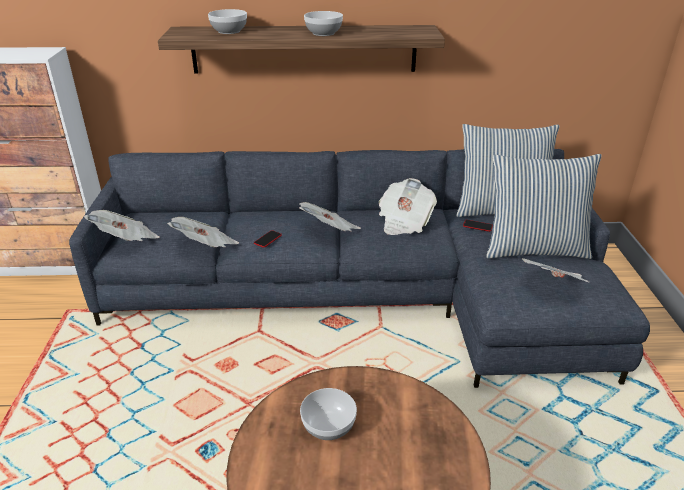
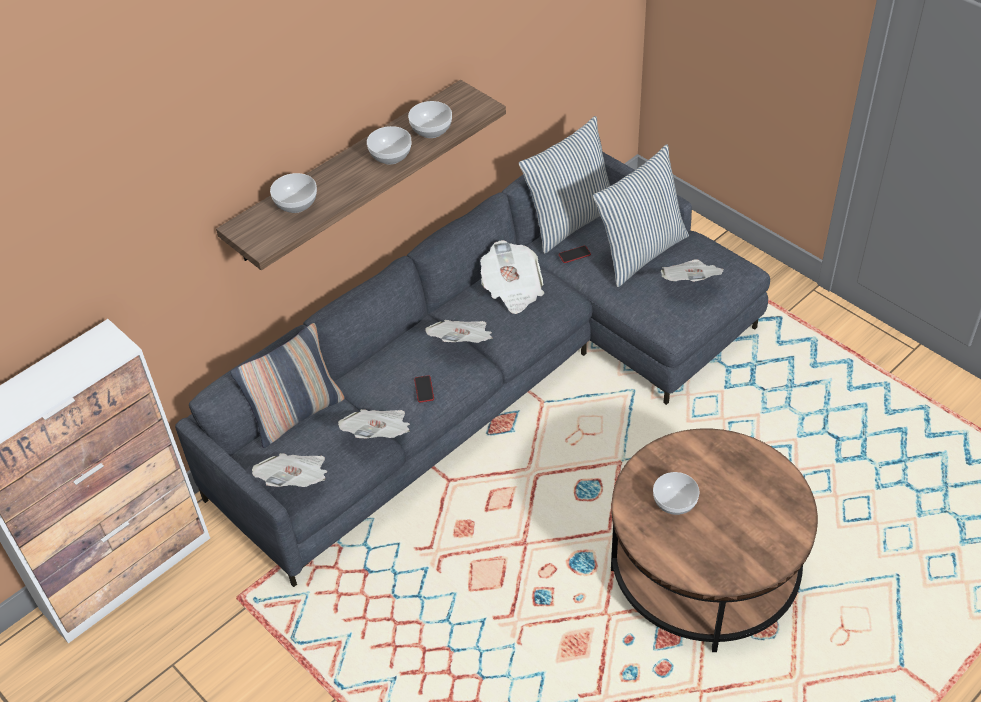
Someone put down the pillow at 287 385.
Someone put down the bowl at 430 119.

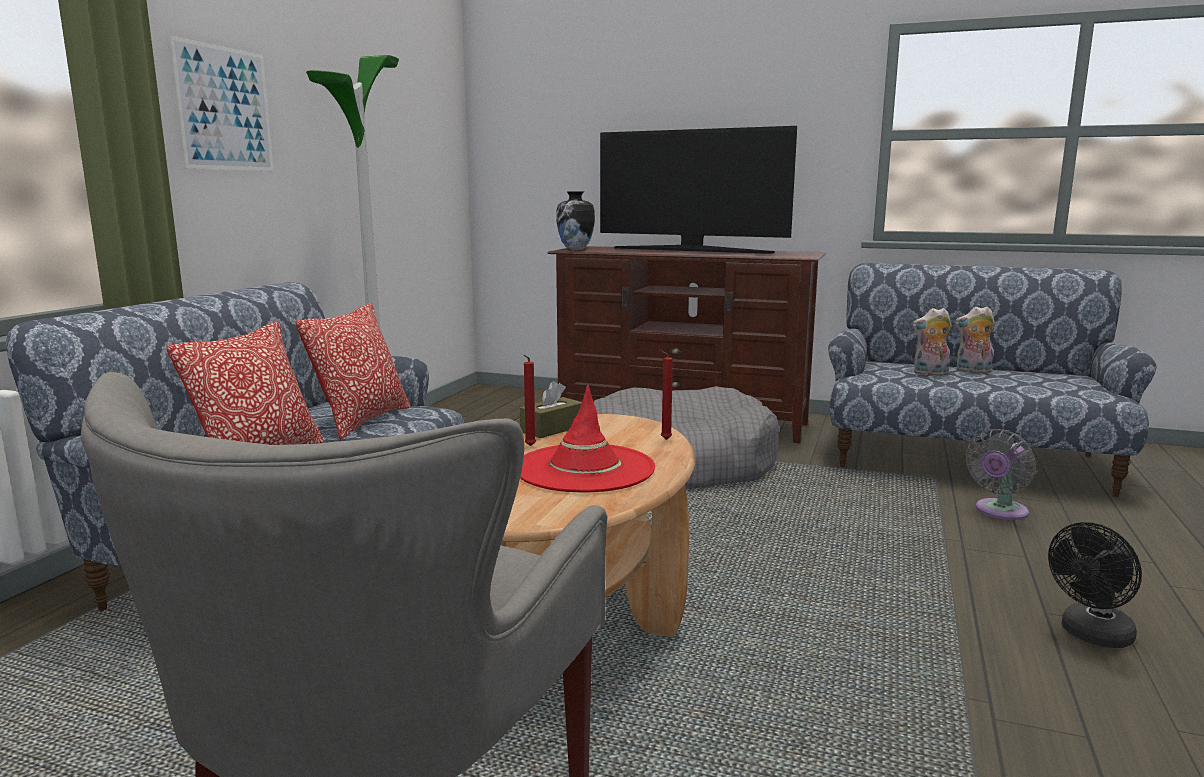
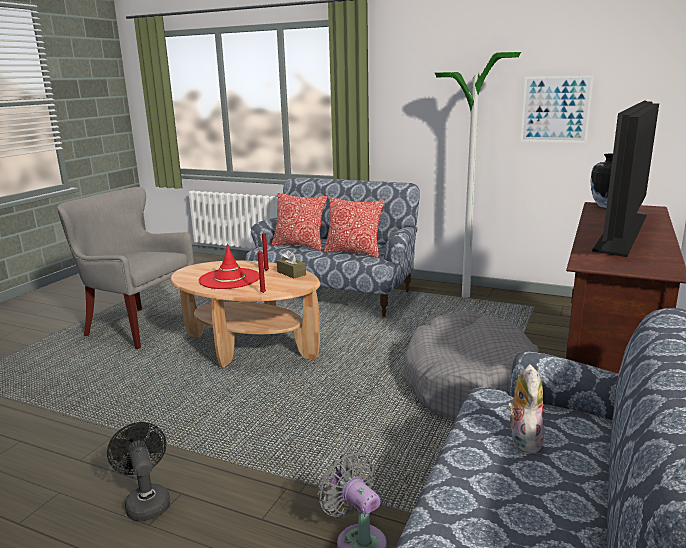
Someone carried the wall art from 221 103 to 557 109.
Someone took away the soft toy at 975 340.

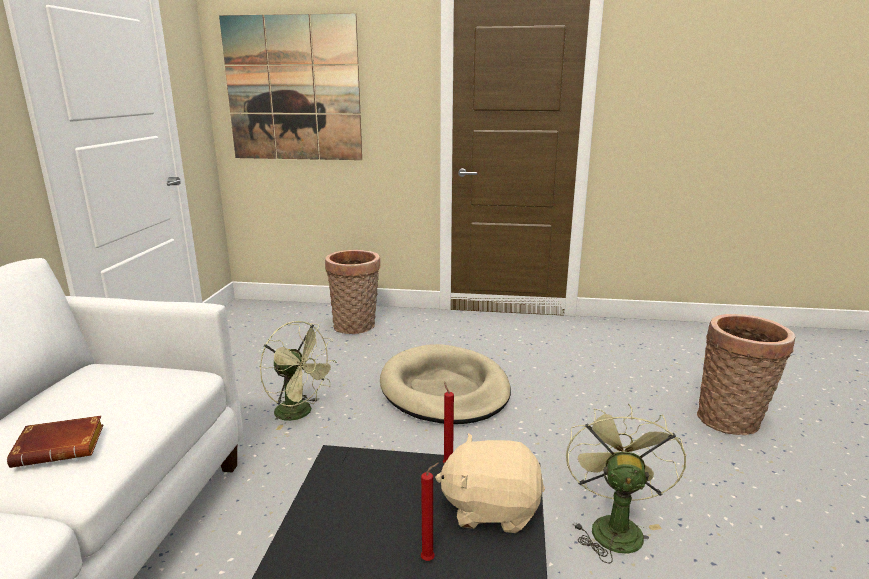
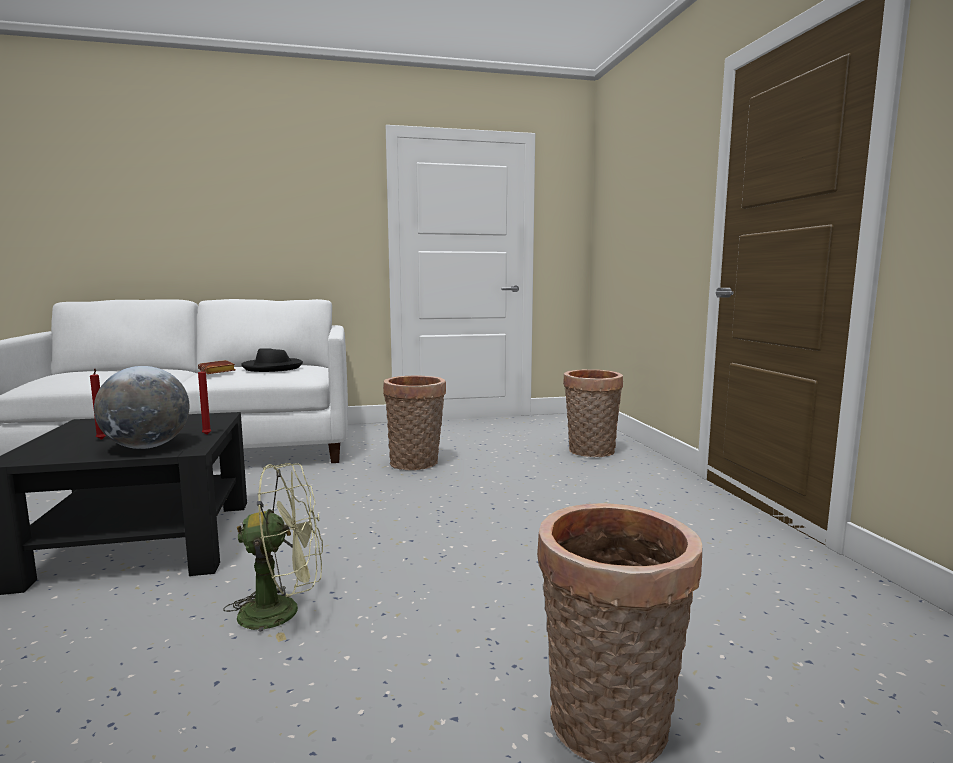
Someone took away the wall art at 290 86.
Someone swapped the electric fan (green) at 298 375 for the storage basket at 414 423.
Someone took away the dog bed (sand-coloured) at 445 384.
Someone swapped the soft toy (sand-coloured) at 490 483 for the globe at 141 407.
Someone put down the clothing hat (black-coloured) at 272 360.

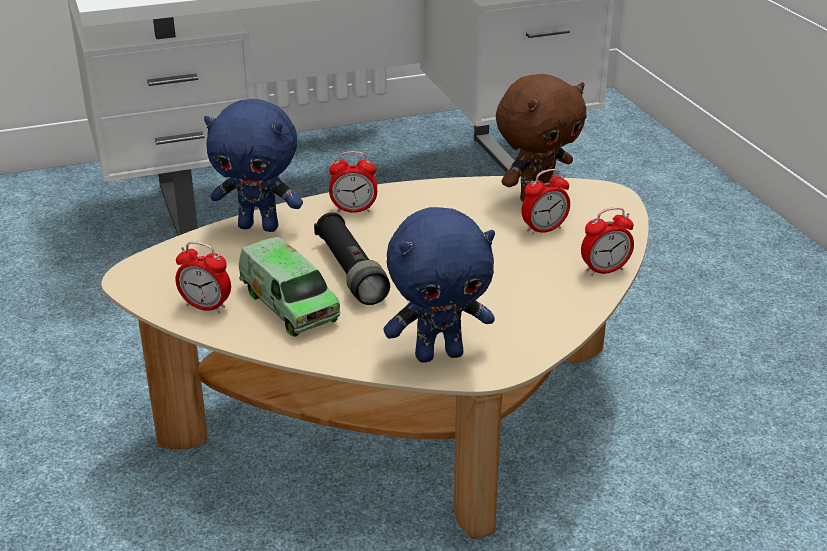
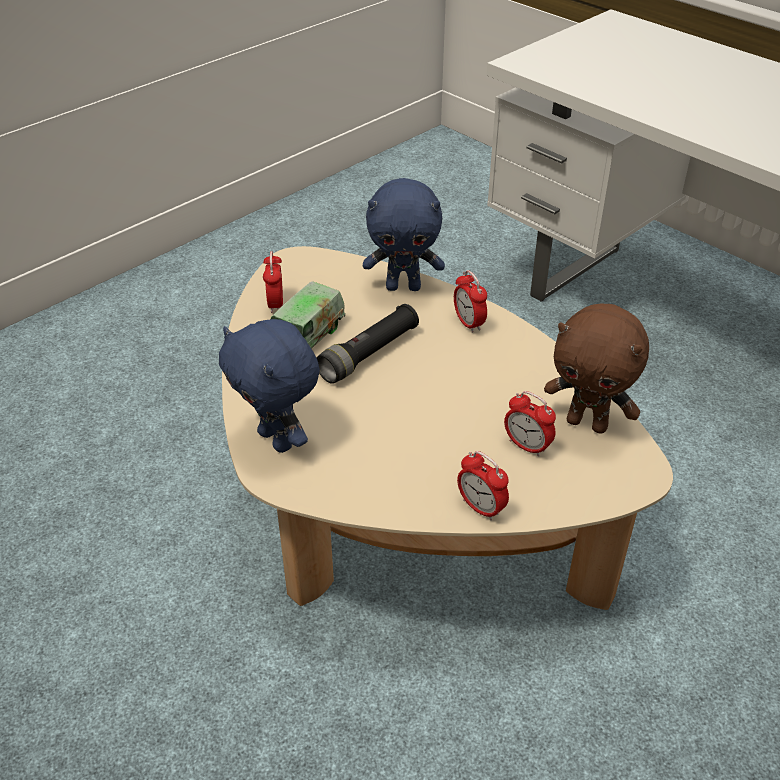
Someone rotated the soft toy (bluish) at 253 165 by 75 degrees counterclockwise.

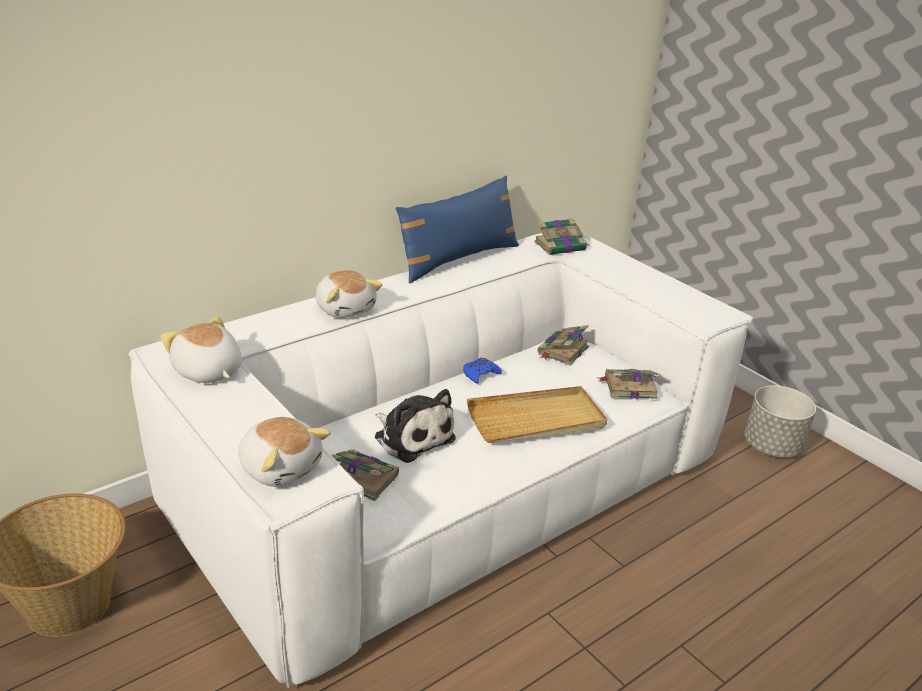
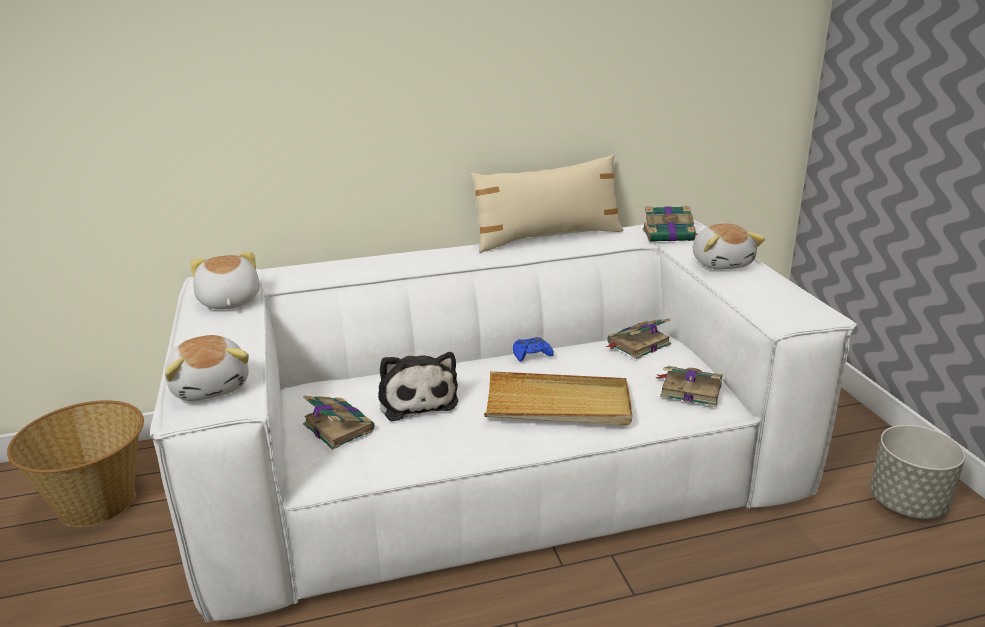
Someone carried the soft toy from 349 294 to 729 246.
Someone repainted the pillow (bluish) at 457 229, which became the pillow (sand-coloured) at 547 204.

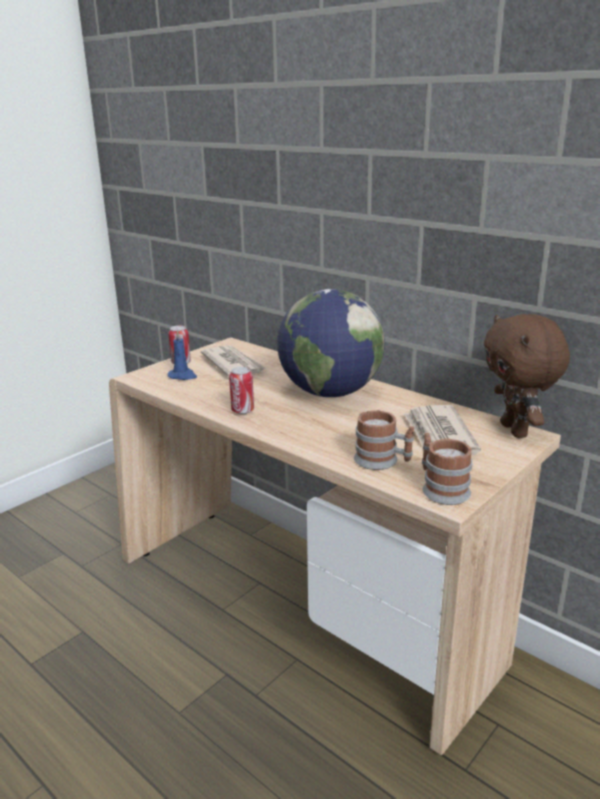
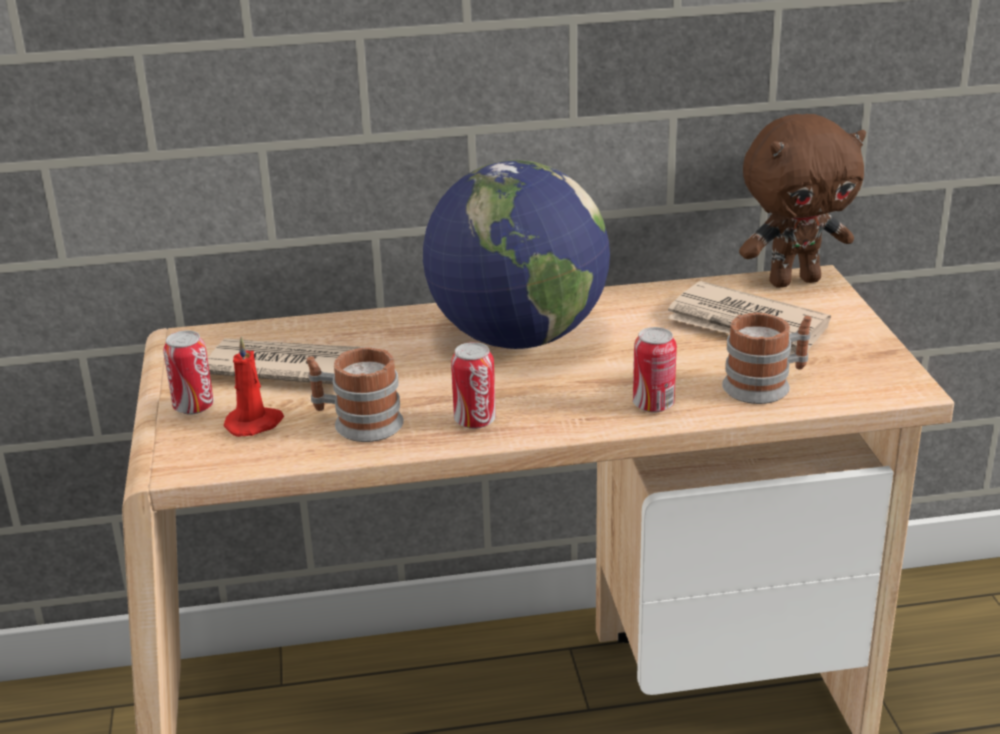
Someone repainted the candle (bluish) at 182 355, which became the candle (red) at 254 386.
Someone carried the mug from 447 469 to 355 394.
Someone rotated the soft toy (brown-coloured) at 527 376 by 45 degrees counterclockwise.
Someone put down the sealed can at 655 370.

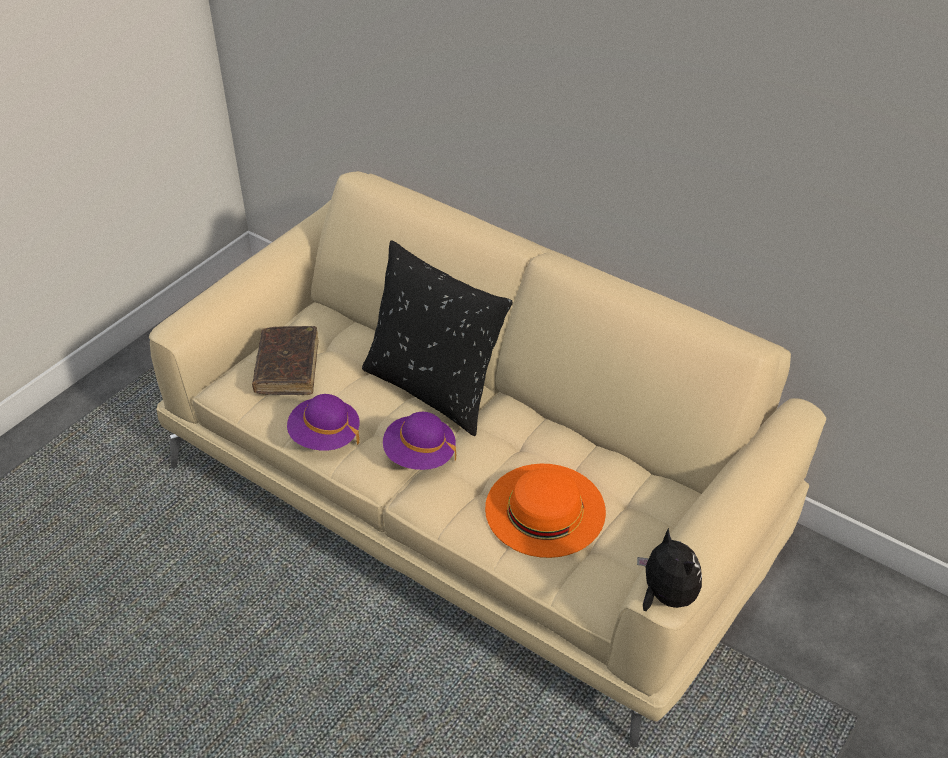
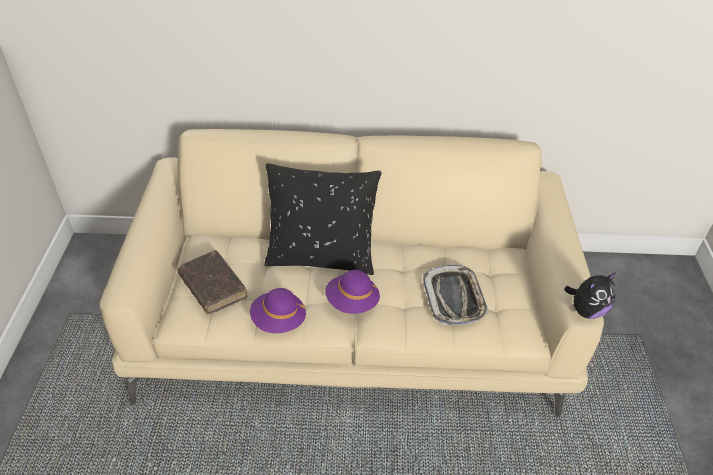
Someone swapped the clothing hat (orangey) at 545 511 for the carrying tray at 456 295.
Someone rotated the soft toy at 669 569 by 120 degrees clockwise.

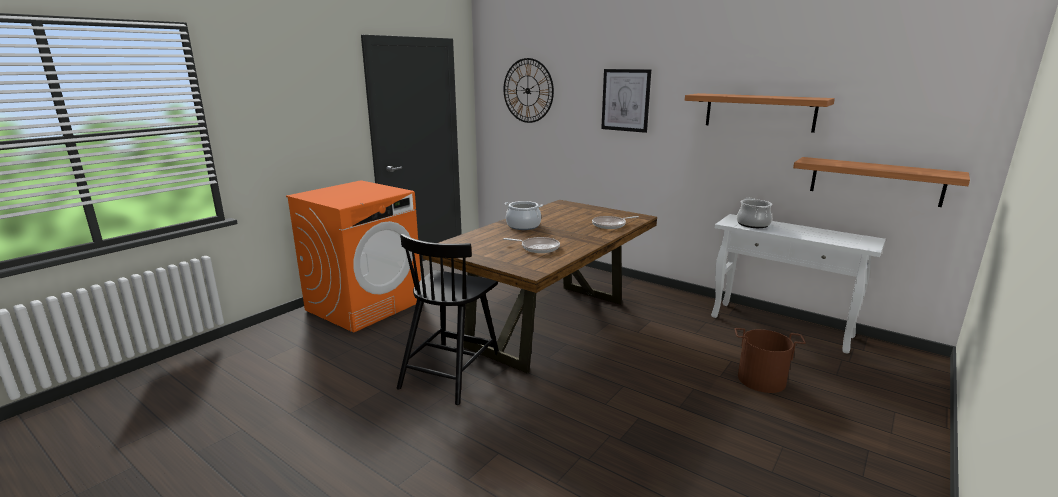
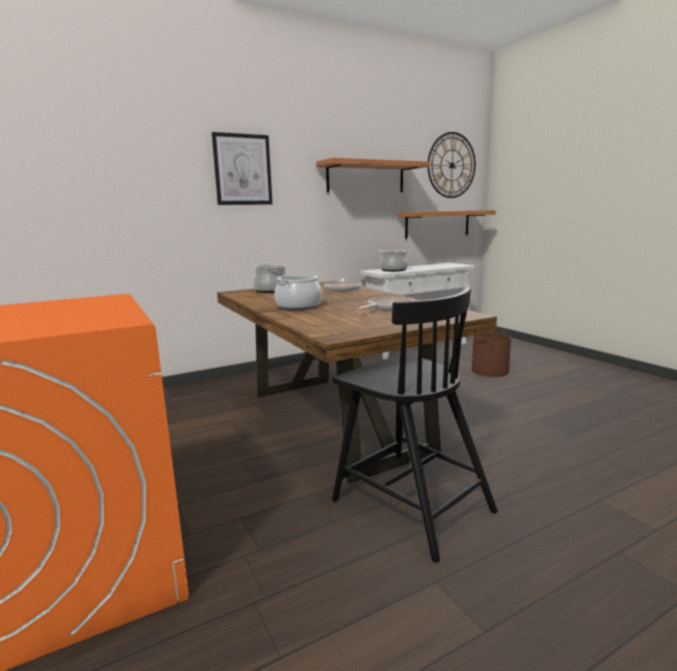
Someone carried the wall clock from 529 90 to 452 165.
Someone put down the stockpot at 270 278.

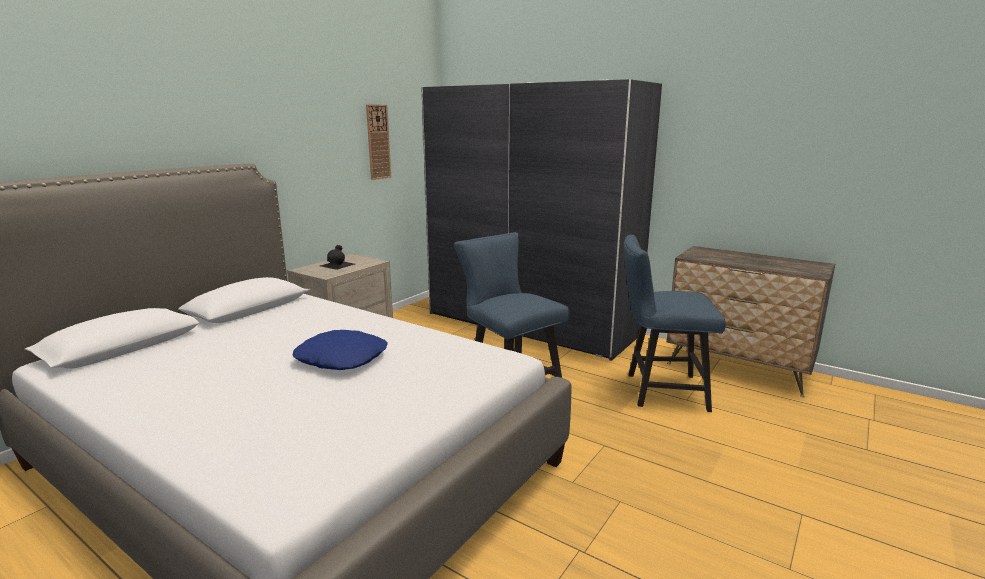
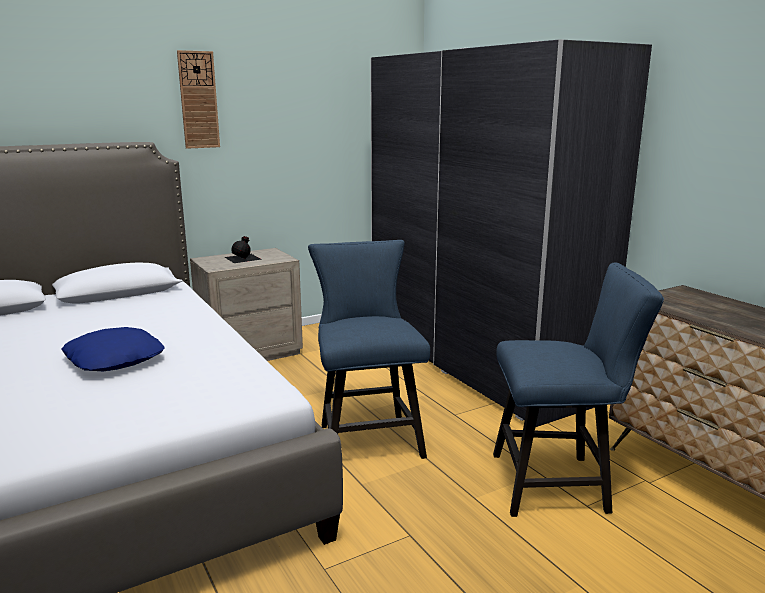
Someone carried the wall clock from 378 142 to 198 99.
Someone rotated the upright chair (bluish) at 675 323 by 150 degrees clockwise.

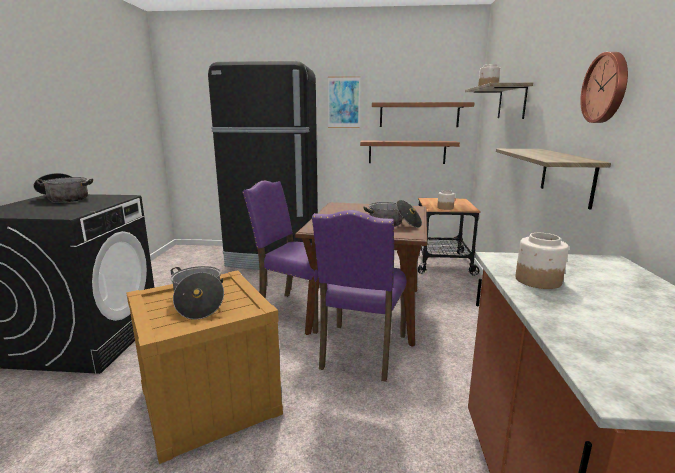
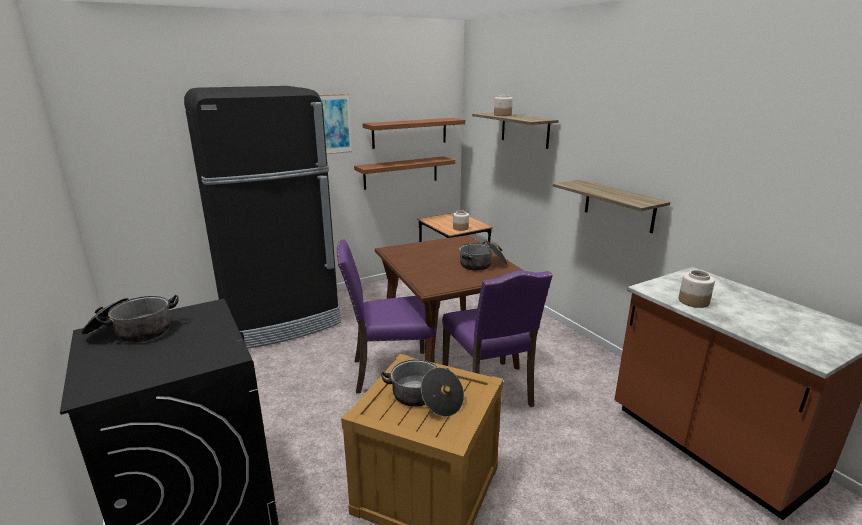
Someone took away the wall clock at 604 87.

